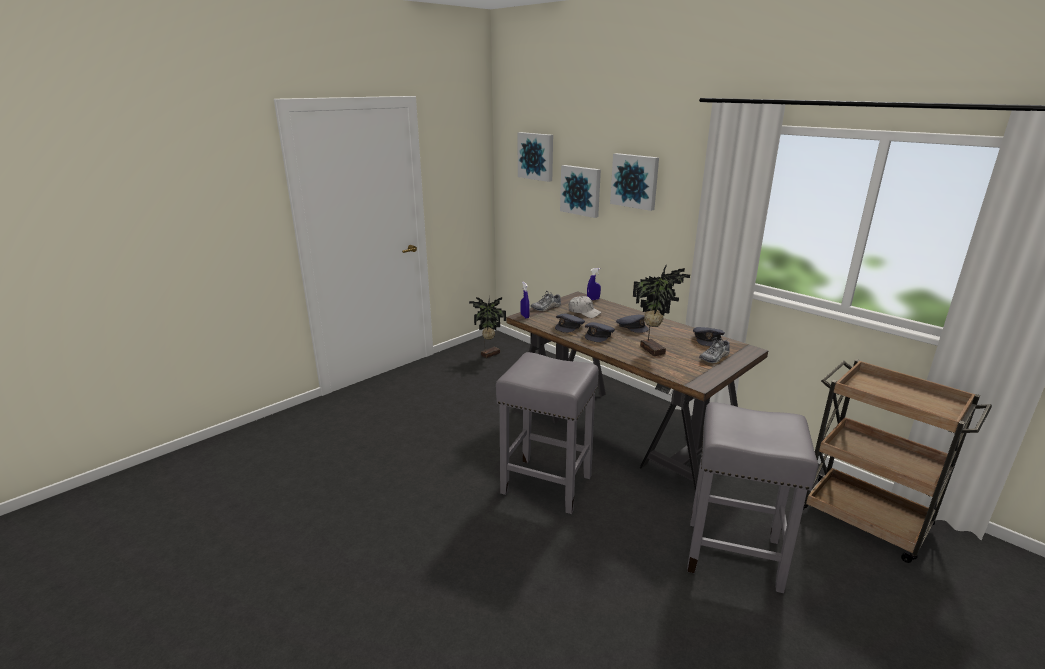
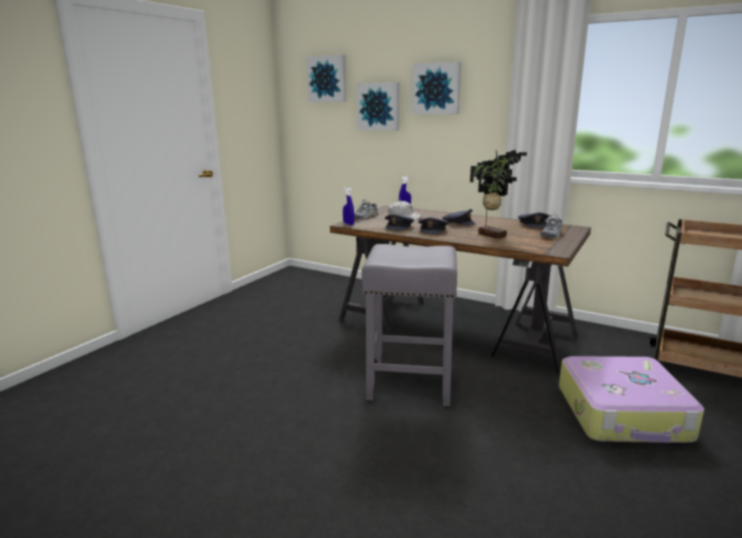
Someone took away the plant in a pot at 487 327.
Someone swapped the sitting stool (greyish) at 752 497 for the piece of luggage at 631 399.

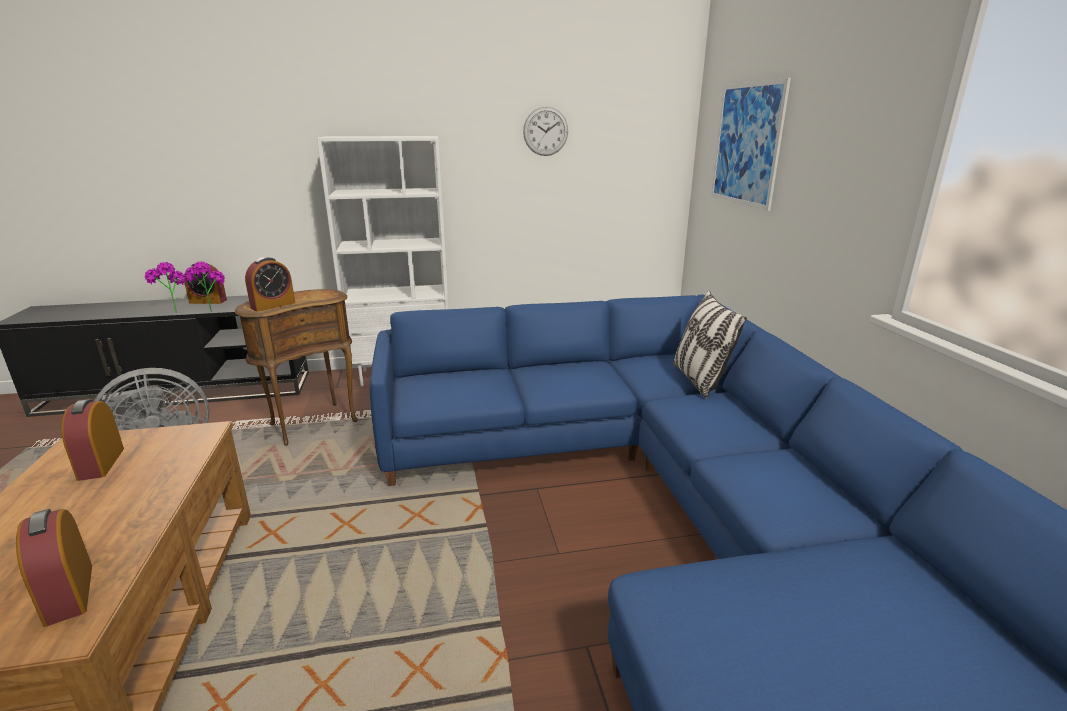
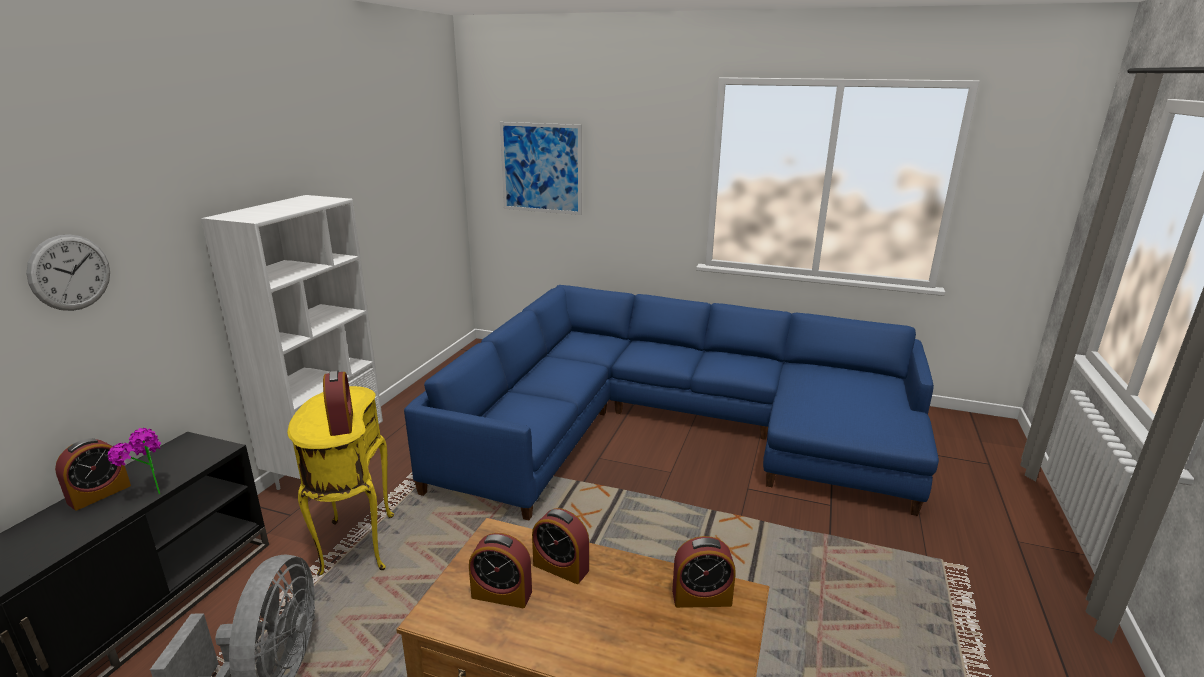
Someone took away the plant in a pot at 165 287.
Someone repainted the side table (brown-coloured) at 296 367, which became the side table (yellow-coloured) at 340 481.
Someone carried the wall clock from 545 131 to 68 272.
Someone took away the pillow at 710 345.
Someone put down the table clock at 560 546.

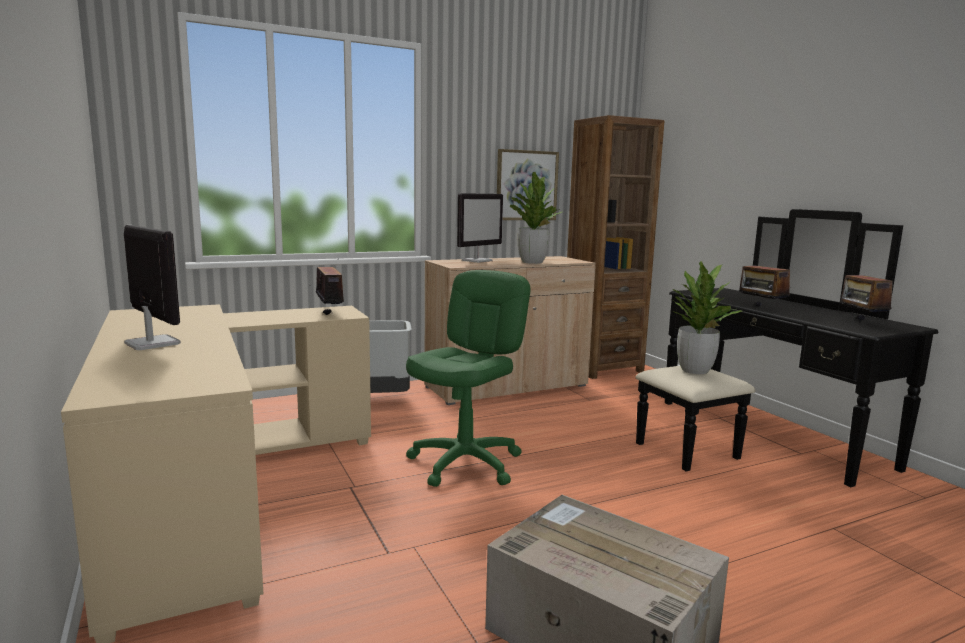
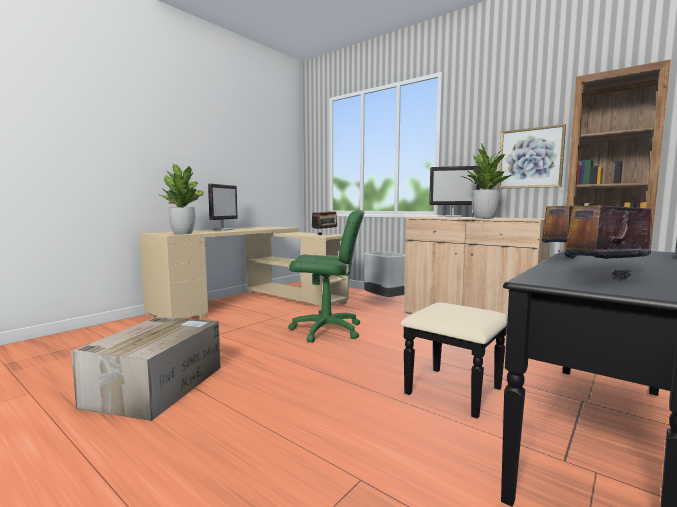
Someone carried the plant in a pot from 707 317 to 181 199.

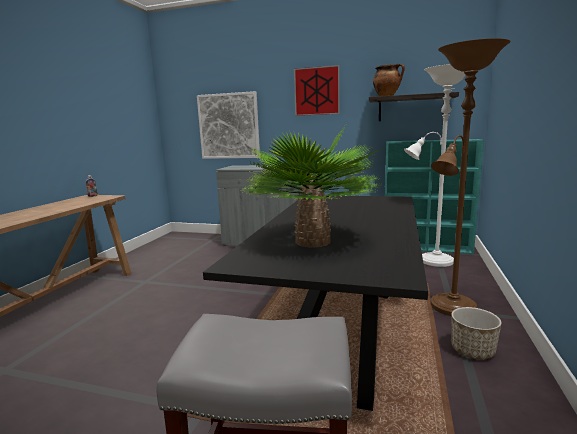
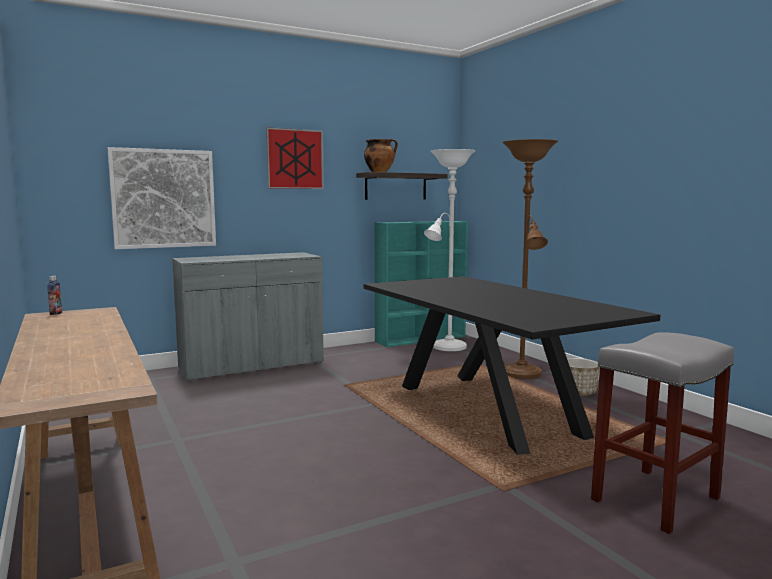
Someone took away the plant in a pot at 314 187.

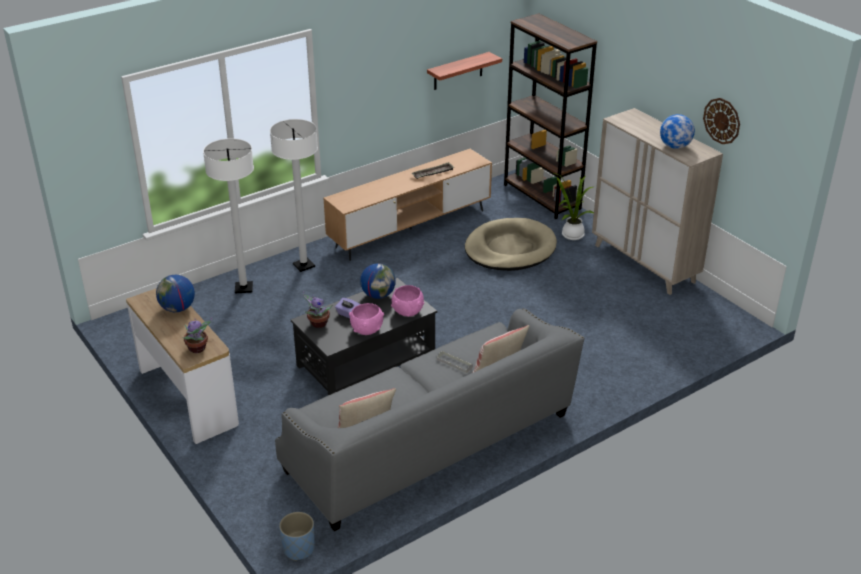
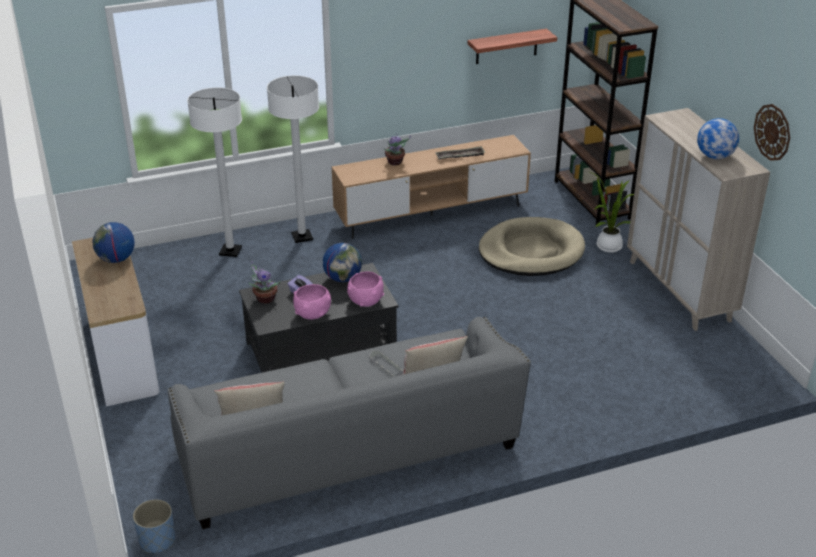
Someone carried the plant in a pot from 197 335 to 397 149.

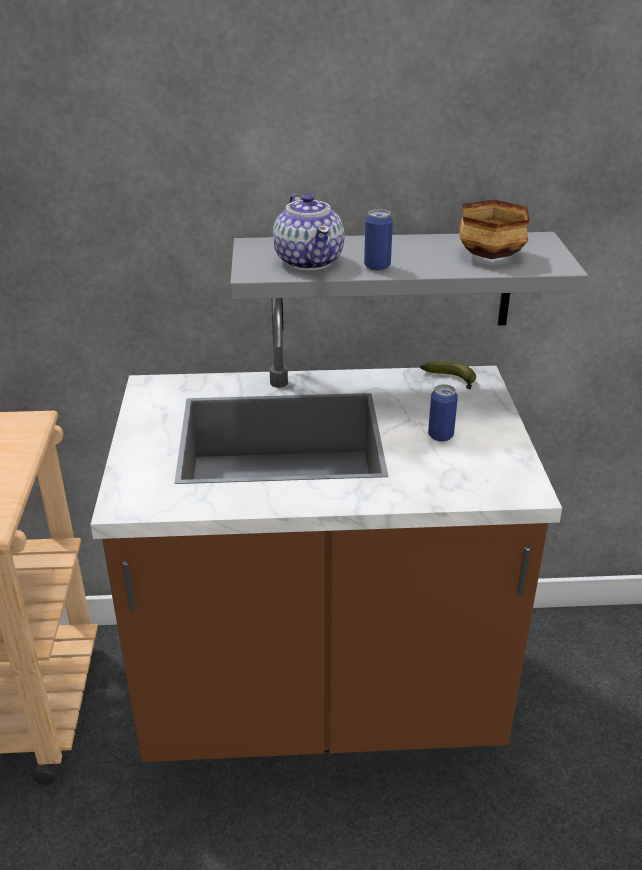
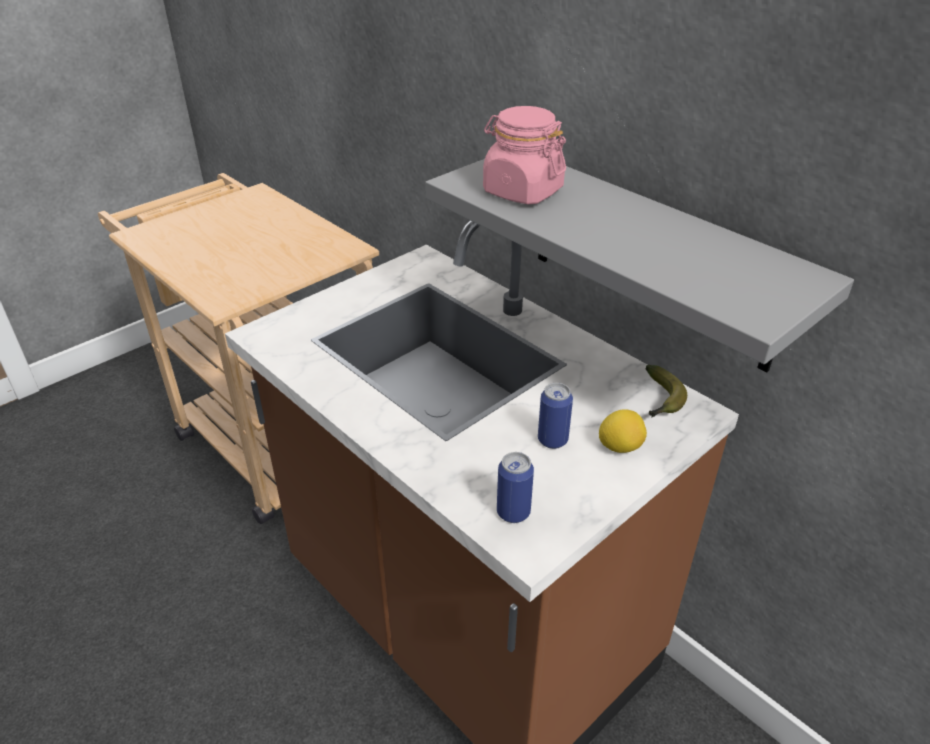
Someone swapped the tea pot at 308 232 for the jar (pink-coloured) at 524 155.
Someone carried the sealed can from 378 240 to 515 487.
Someone took away the bowl at 494 229.
Someone put down the lemon at 623 431.

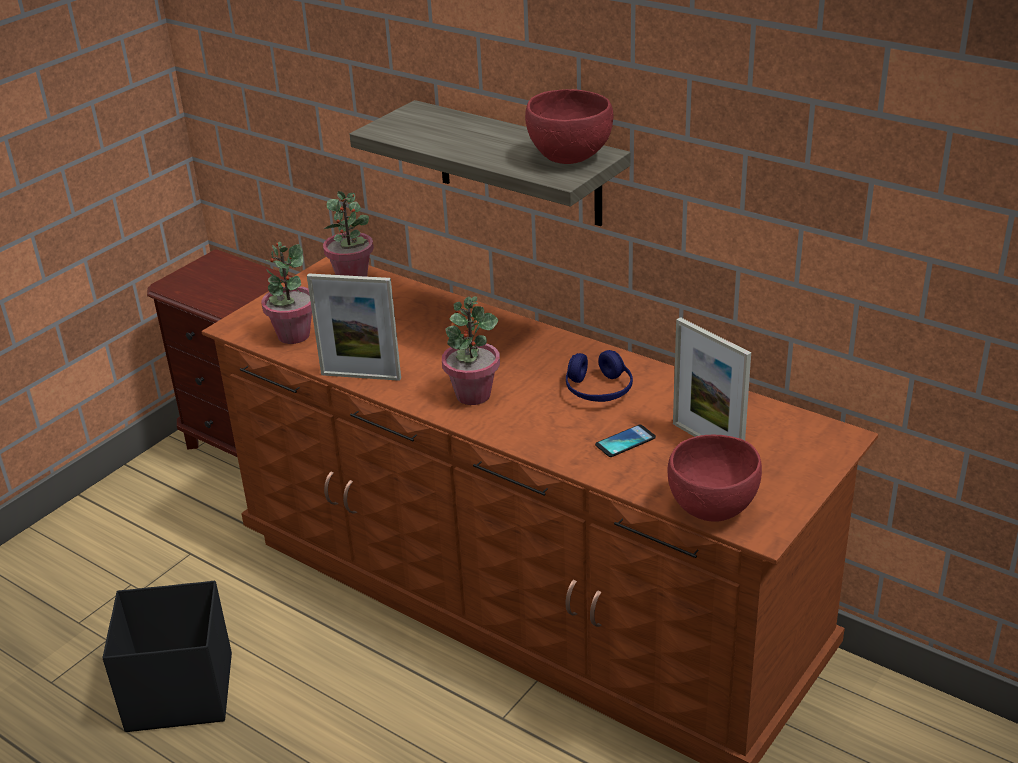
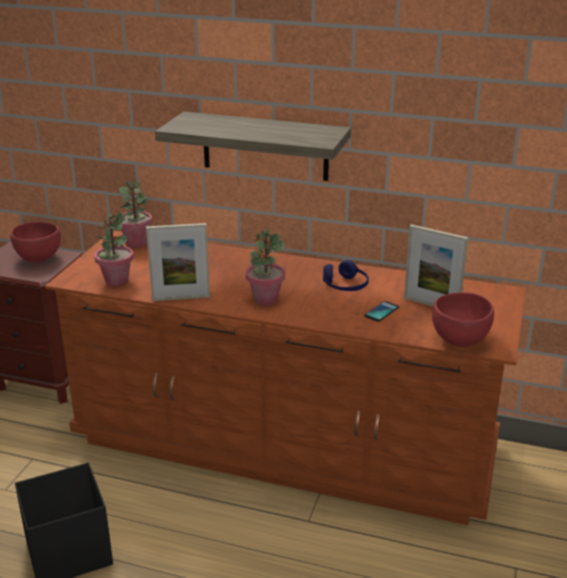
Someone carried the bowl (red) from 569 126 to 36 242.

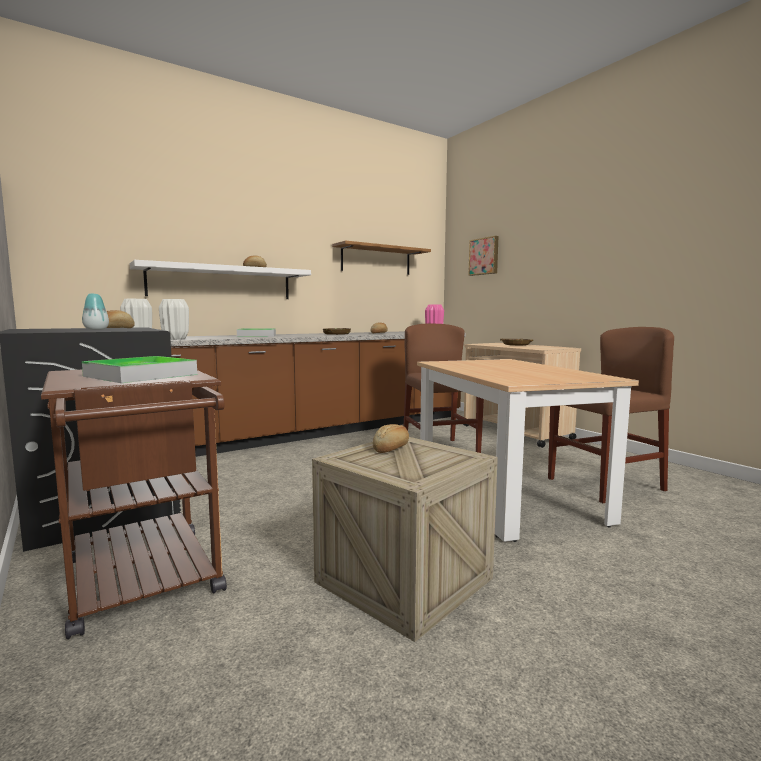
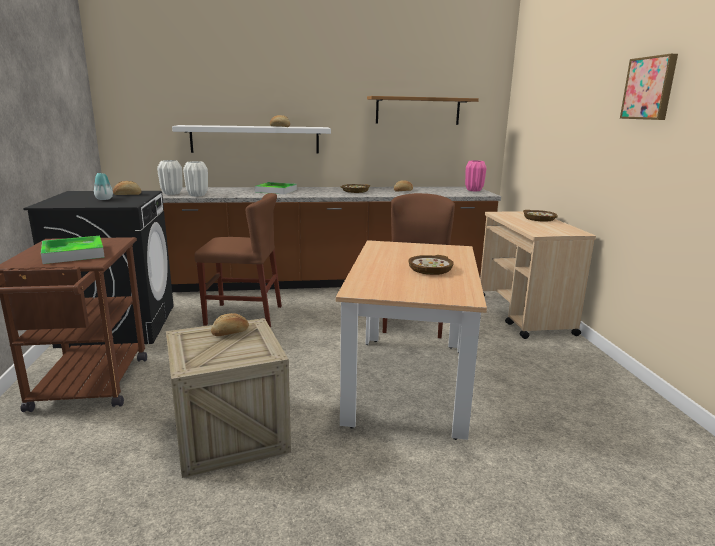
Someone carried the wall art from 483 256 to 649 87.
Someone carried the upright chair (brown-coloured) from 611 415 to 238 260.
Someone put down the bowl at 430 265.

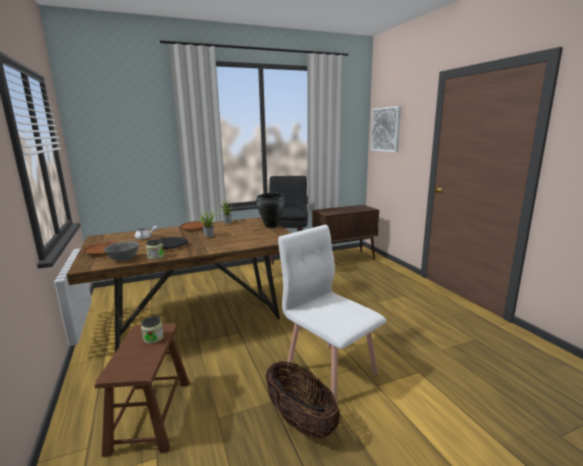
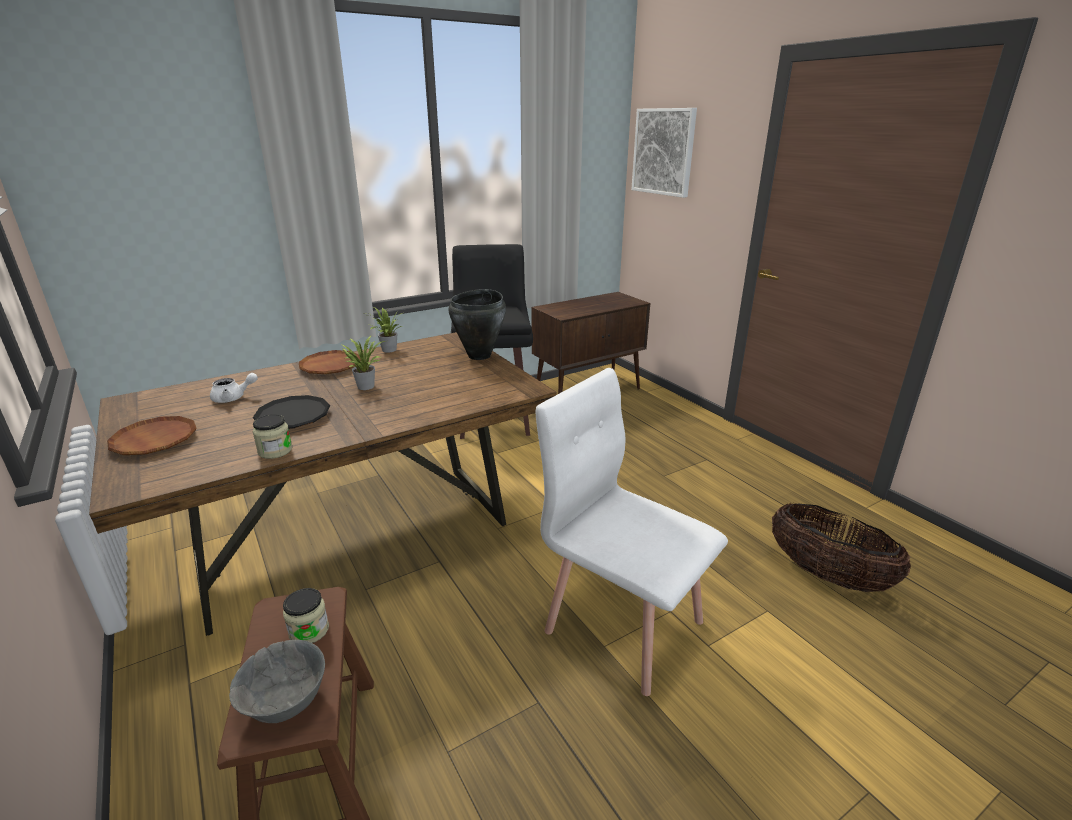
Someone carried the bowl (greyish) from 121 251 to 277 681.
Someone carried the storage basket from 303 400 to 841 547.

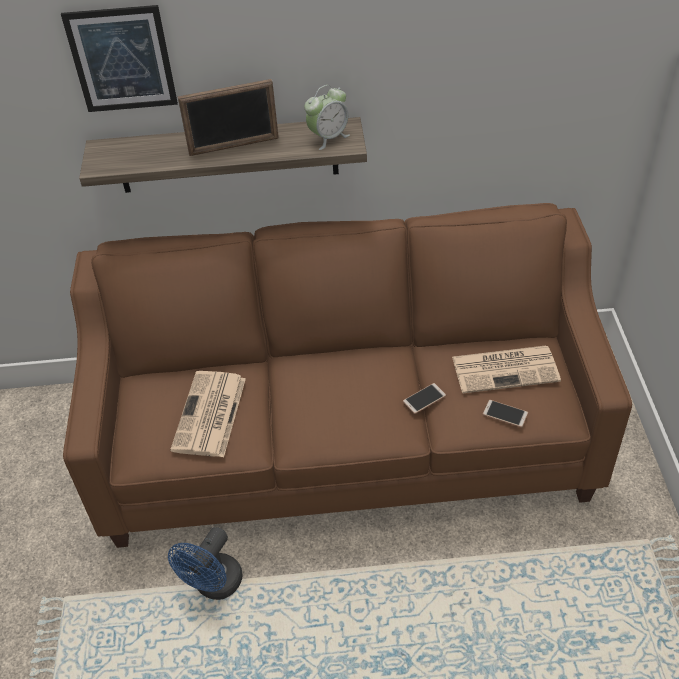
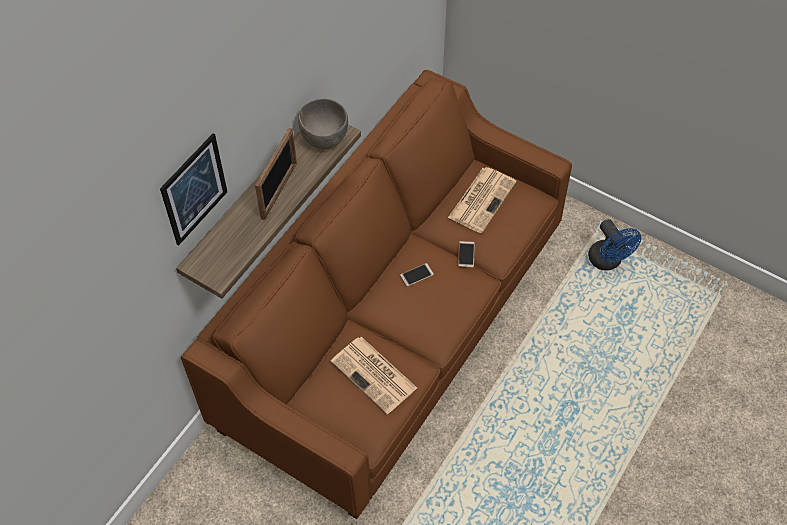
Someone carried the electric fan (bluish) from 205 563 to 614 244.
Someone swapped the table clock at 327 117 for the bowl (greyish) at 323 124.
Someone carried the phone from 505 413 to 417 275.

